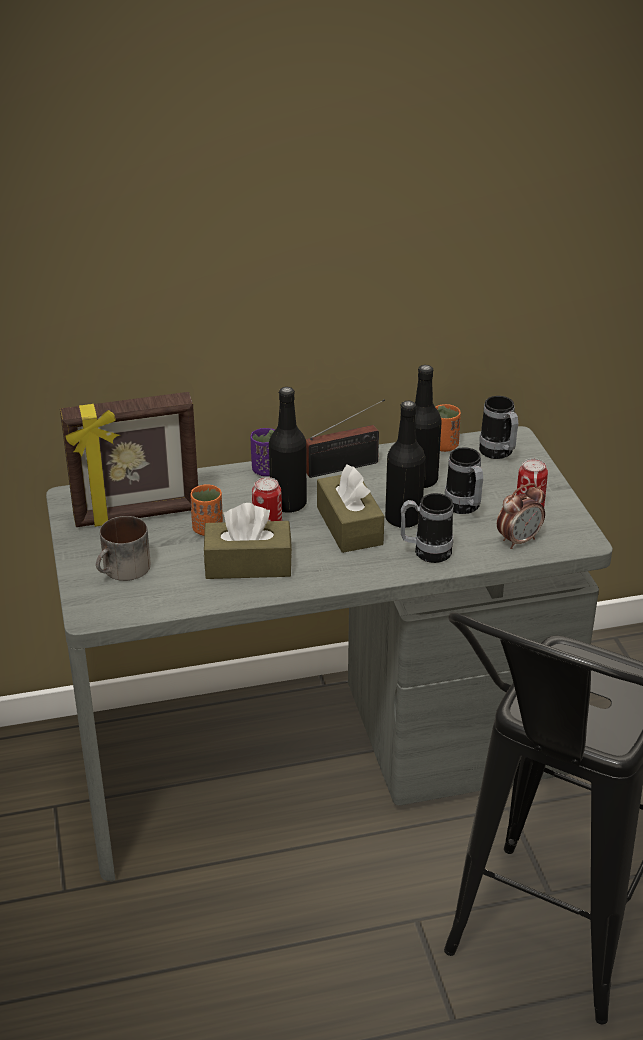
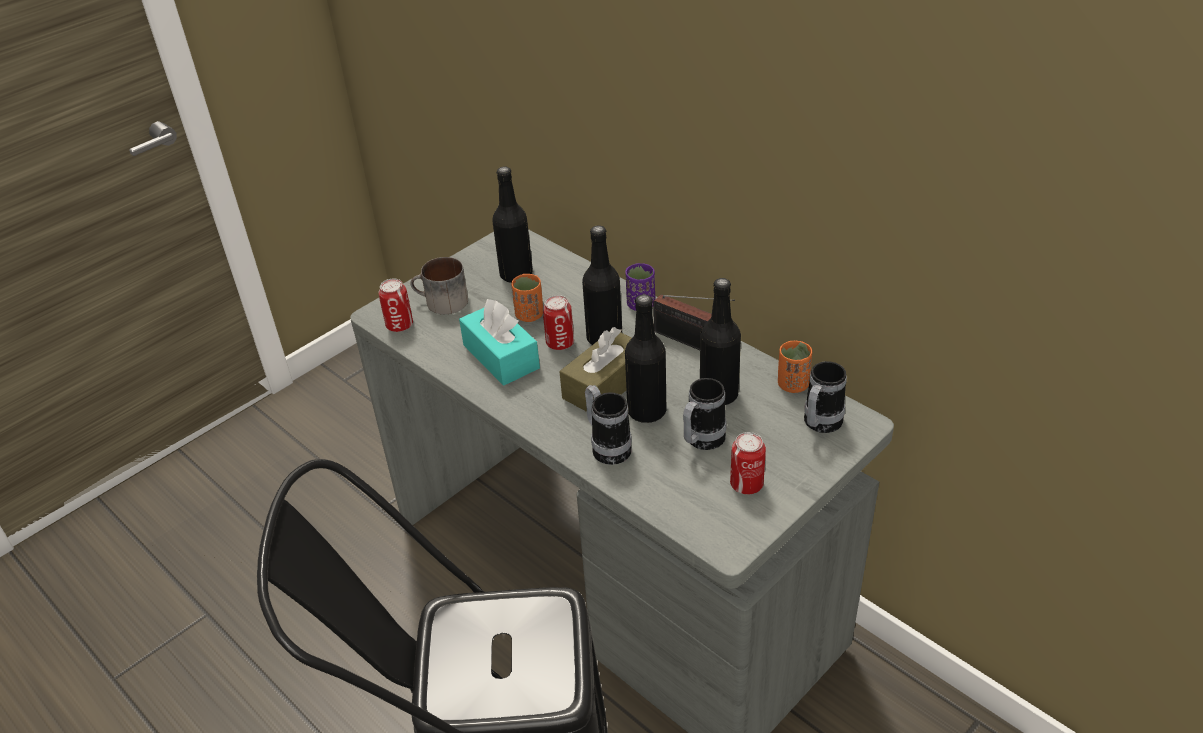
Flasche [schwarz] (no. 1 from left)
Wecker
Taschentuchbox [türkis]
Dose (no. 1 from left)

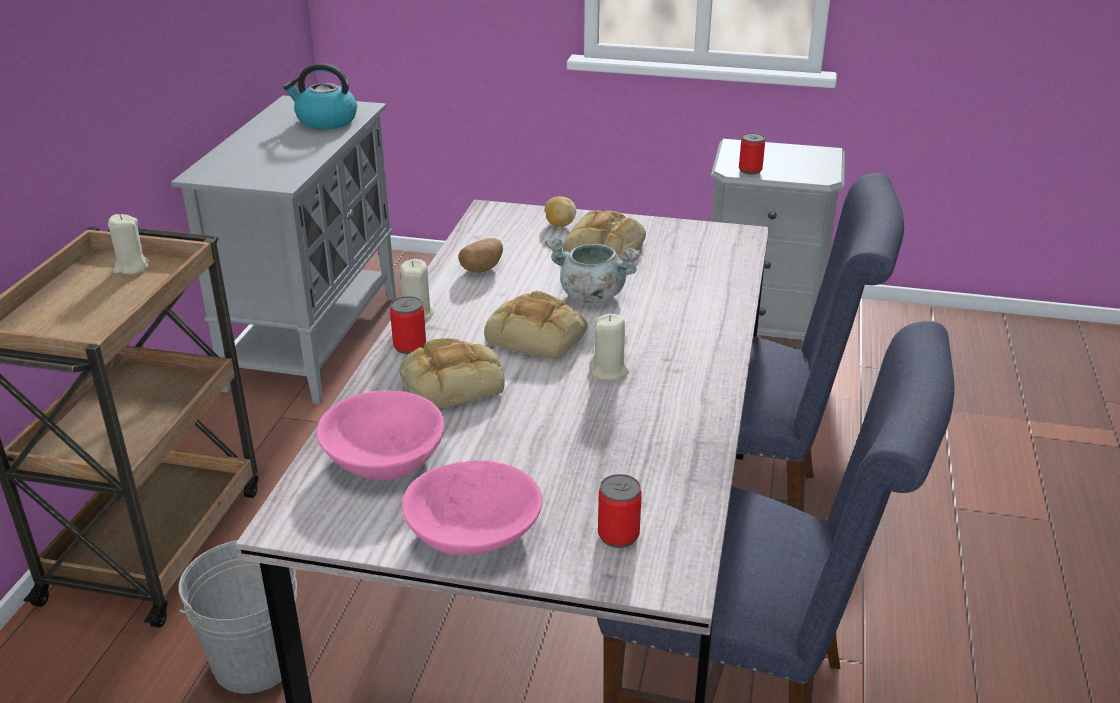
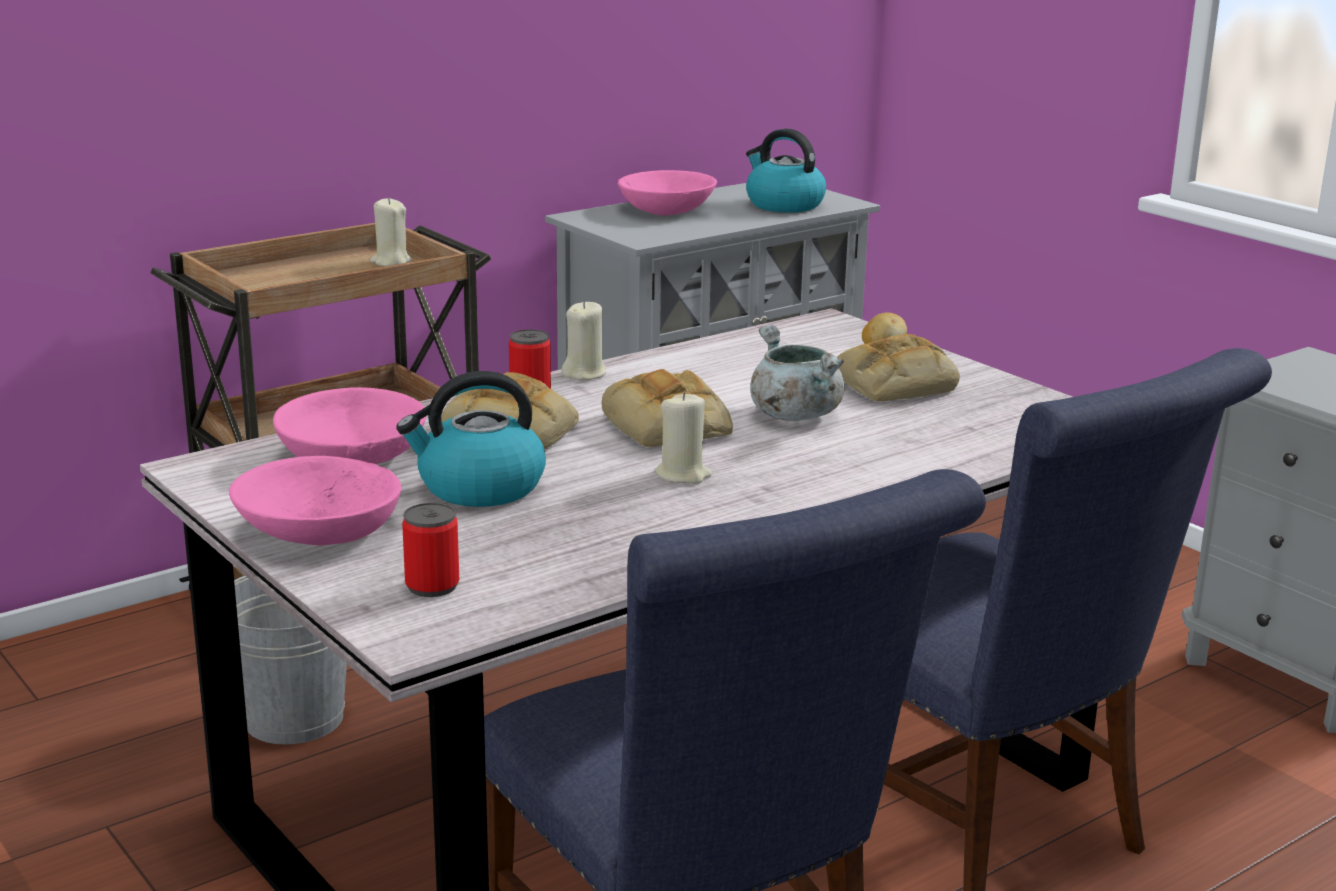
Dose (no. 3 from left in the first image)
Kartoffel (no. 1 from left in the first image)
Schüssel [rosa] (no. 3 from left)
Wasserkessel (no. 1 from left)

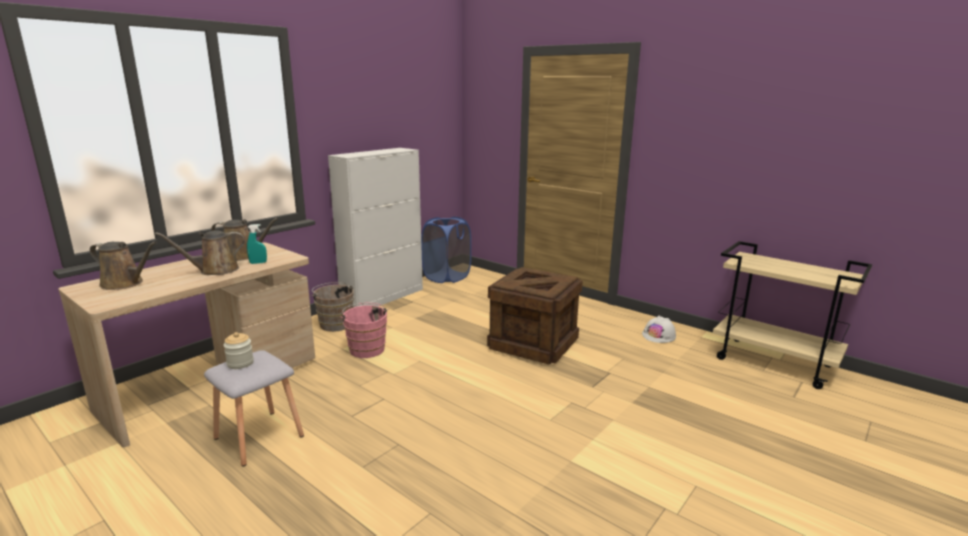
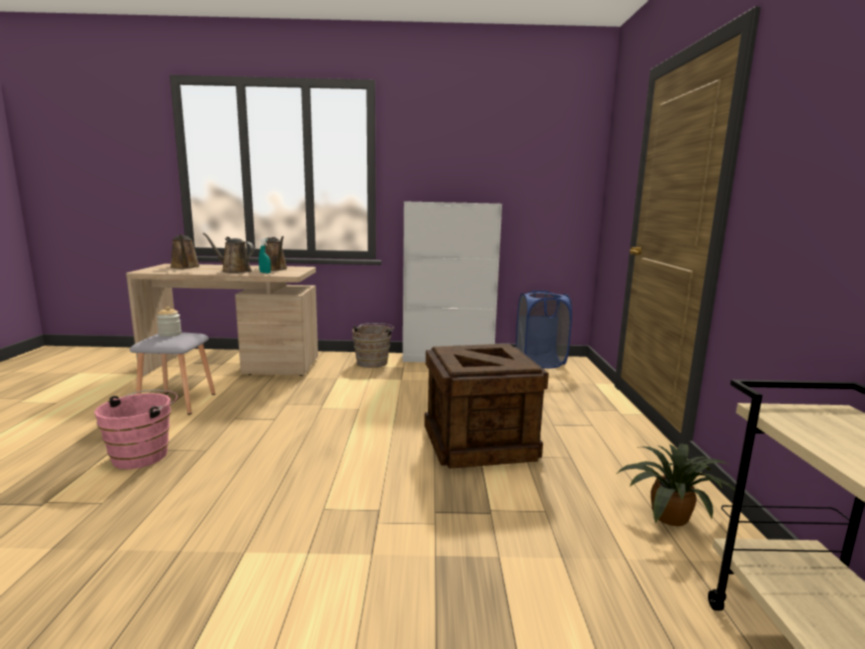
Eimer [rosa]
Topfpflanze

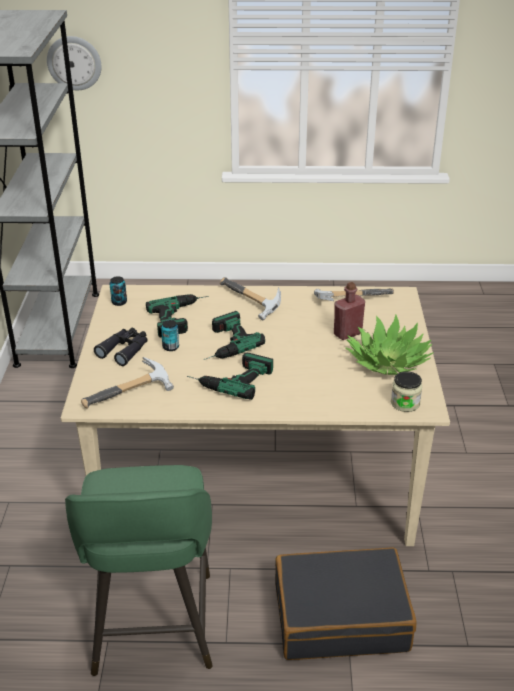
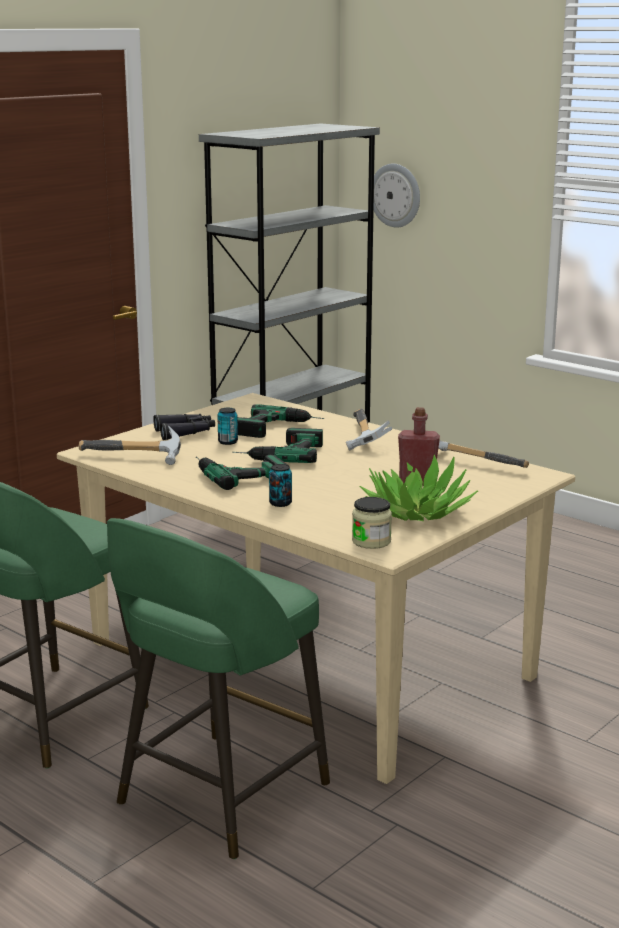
Dose (no. 2 from left)
Hocker [grün] (no. 2 from left)

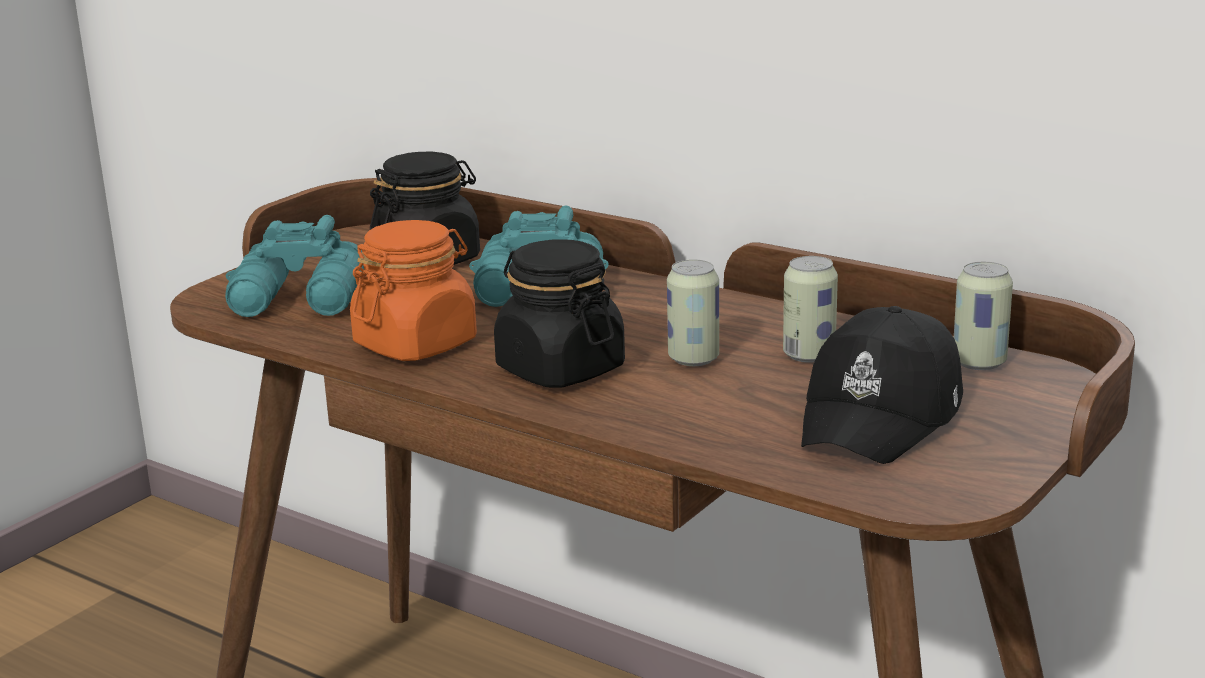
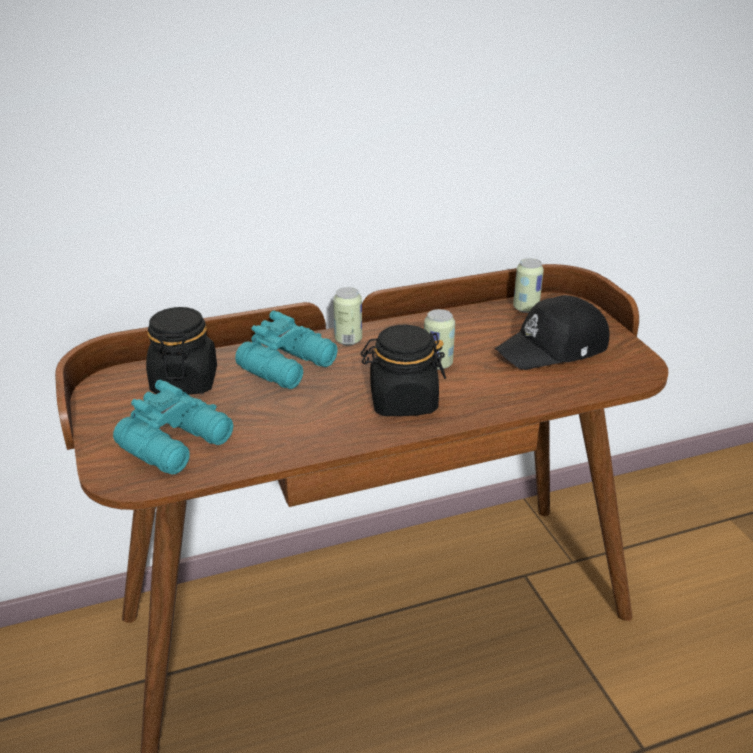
Vorratsglas [orange]
Dose (no. 1 from left)
Kappe [schwarz]

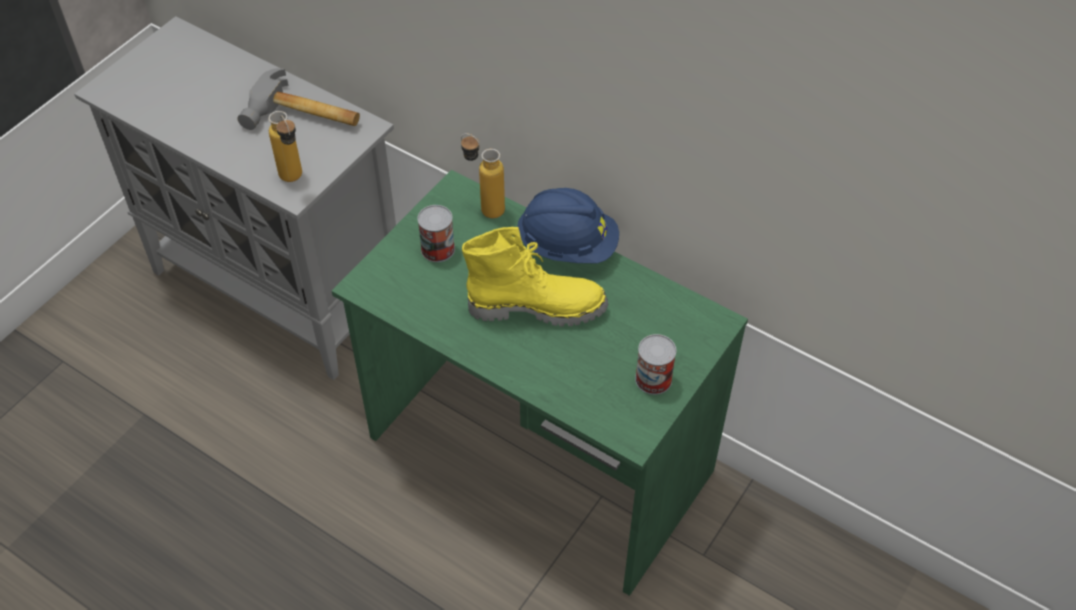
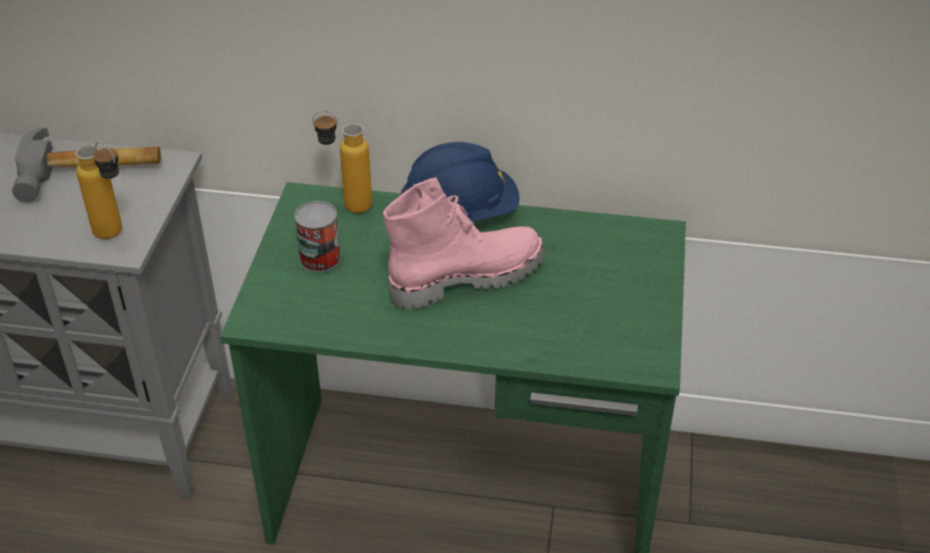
Stiefel [rosa]
Dose (no. 2 from left in the first image)

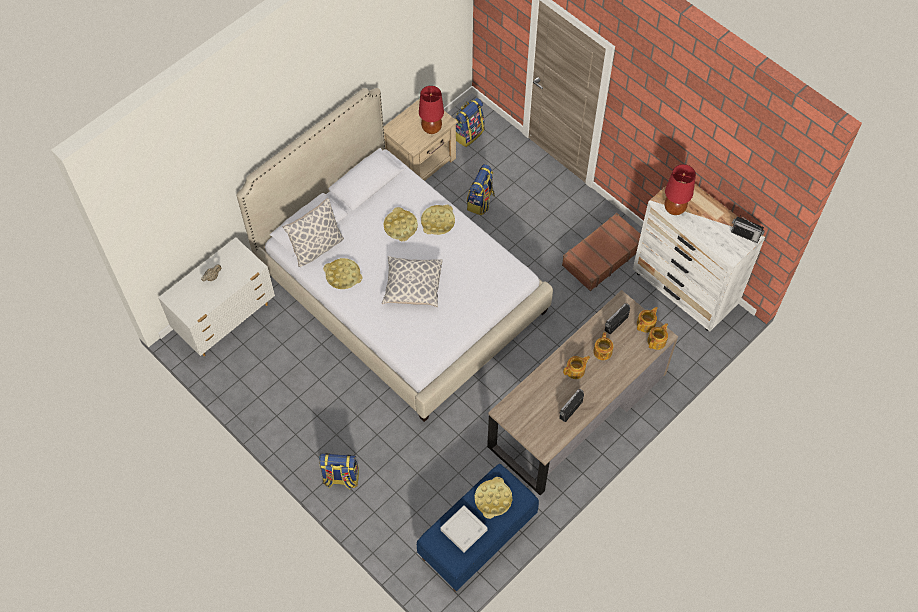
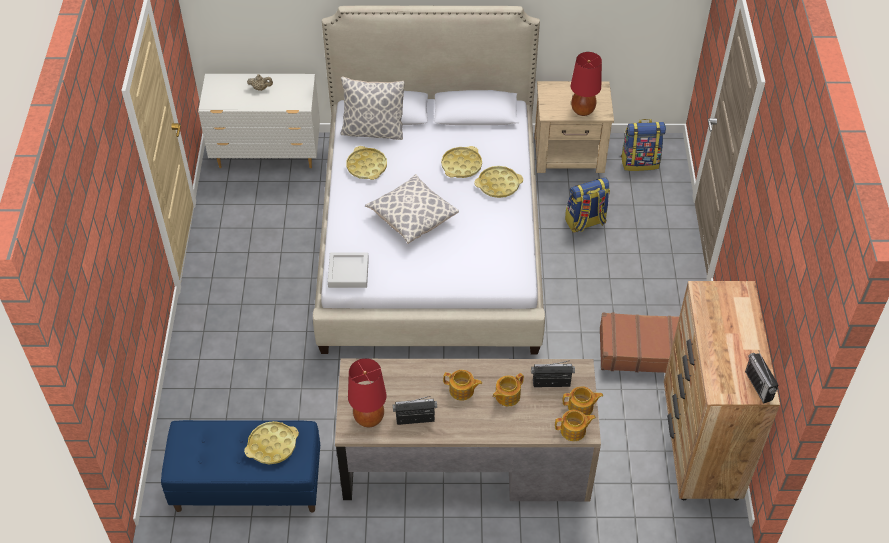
Tischlampe [rot] (no. 1 from left)
Kommode [braun]
Rucksack (no. 1 from left in the first image)
Tablett [grau]

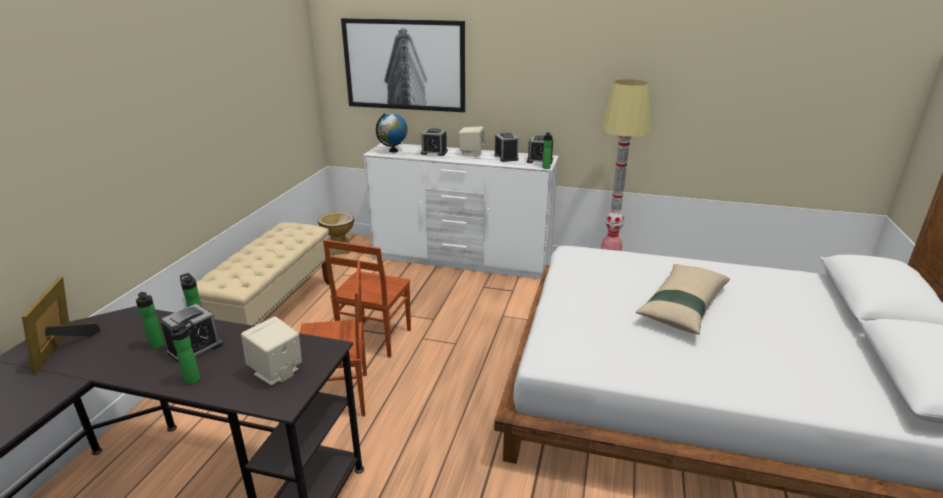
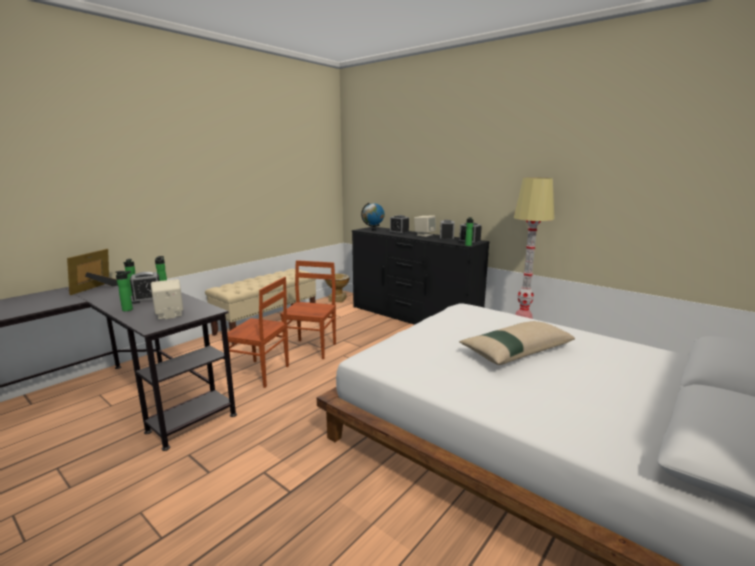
Bild
Kommode [schwarz]
Stuhl [braun] (no. 2 from left)

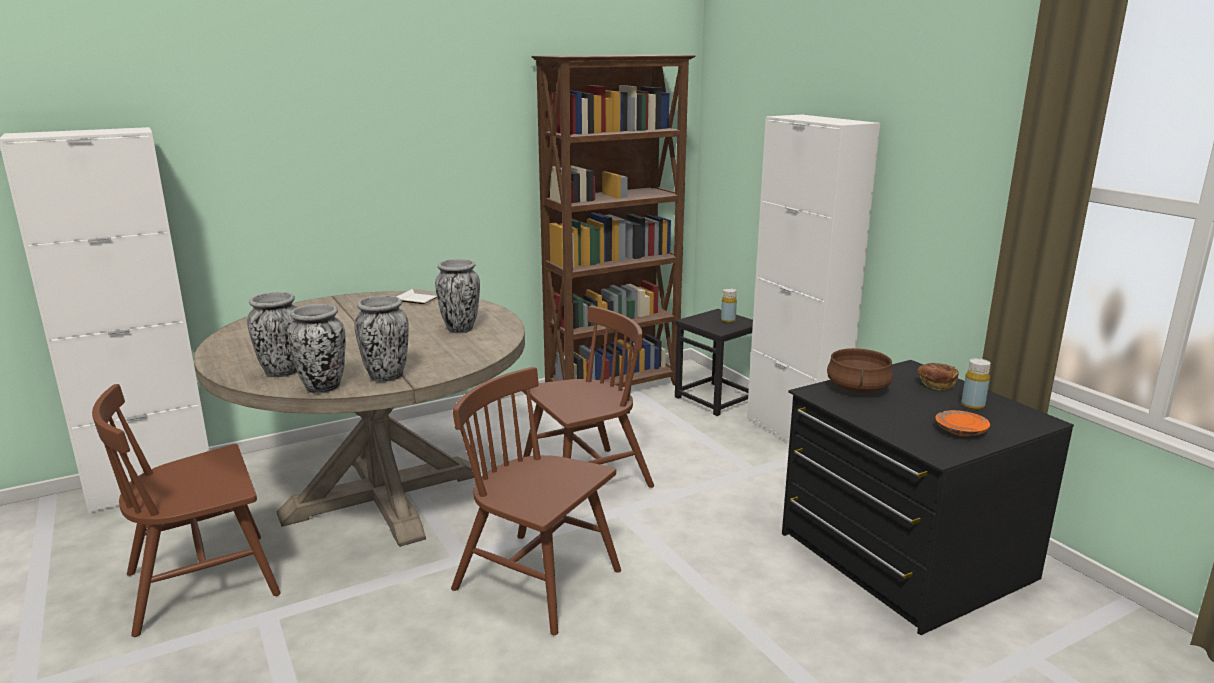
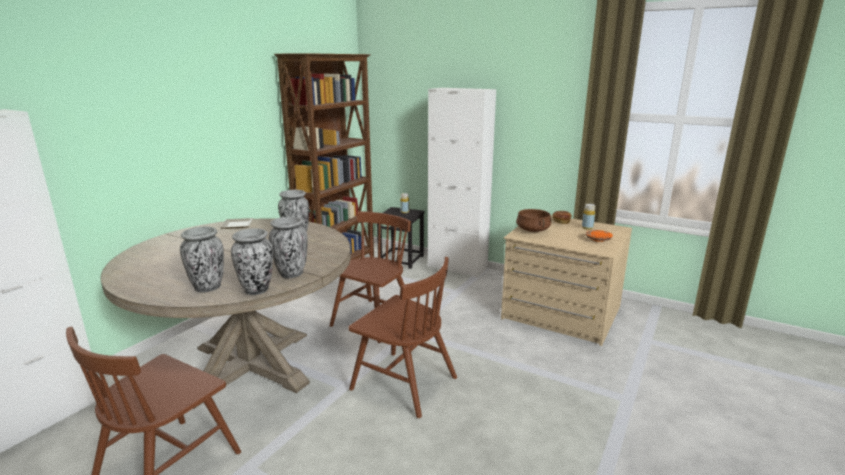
Kommode [beige]
Stuhl [braun] (no. 3 from left)

